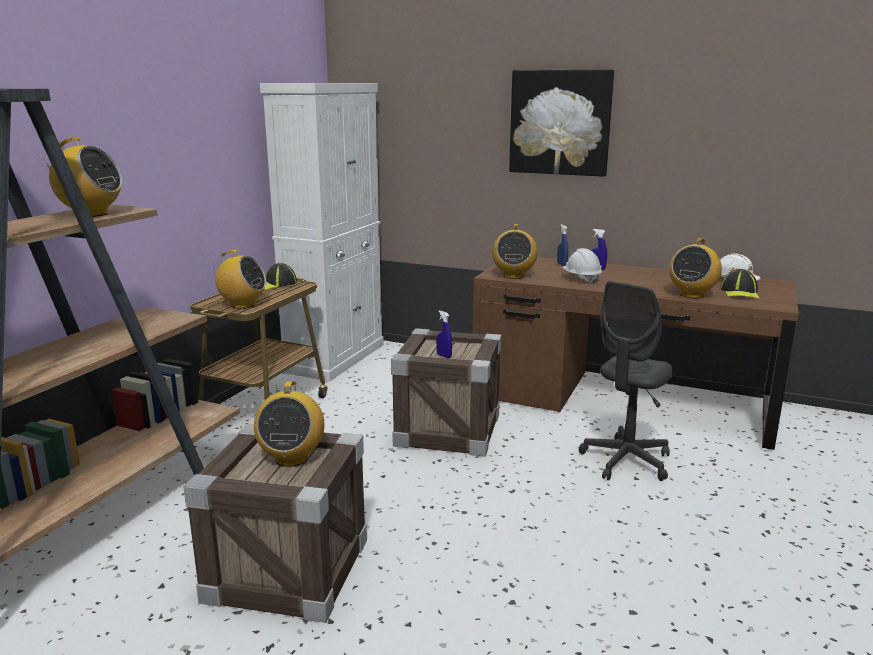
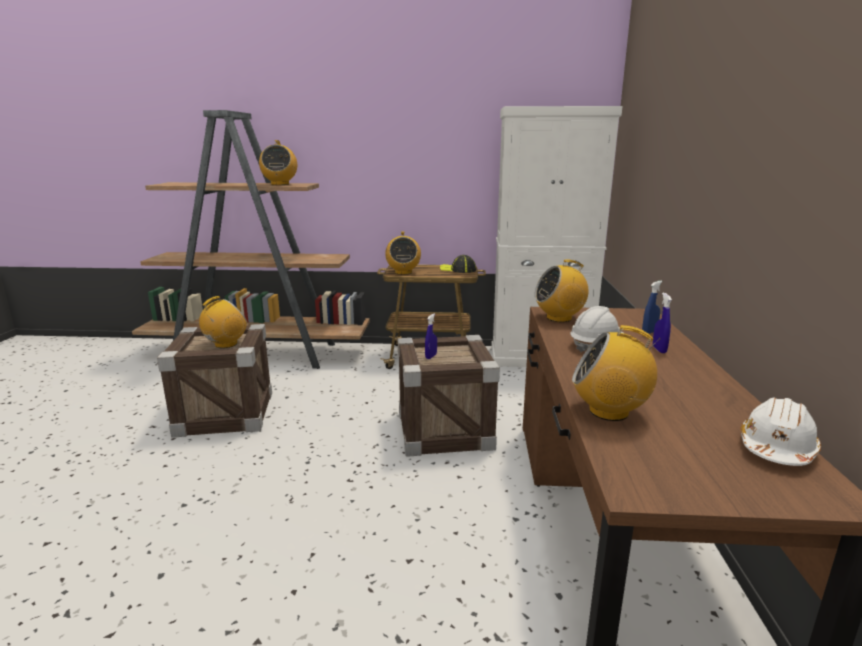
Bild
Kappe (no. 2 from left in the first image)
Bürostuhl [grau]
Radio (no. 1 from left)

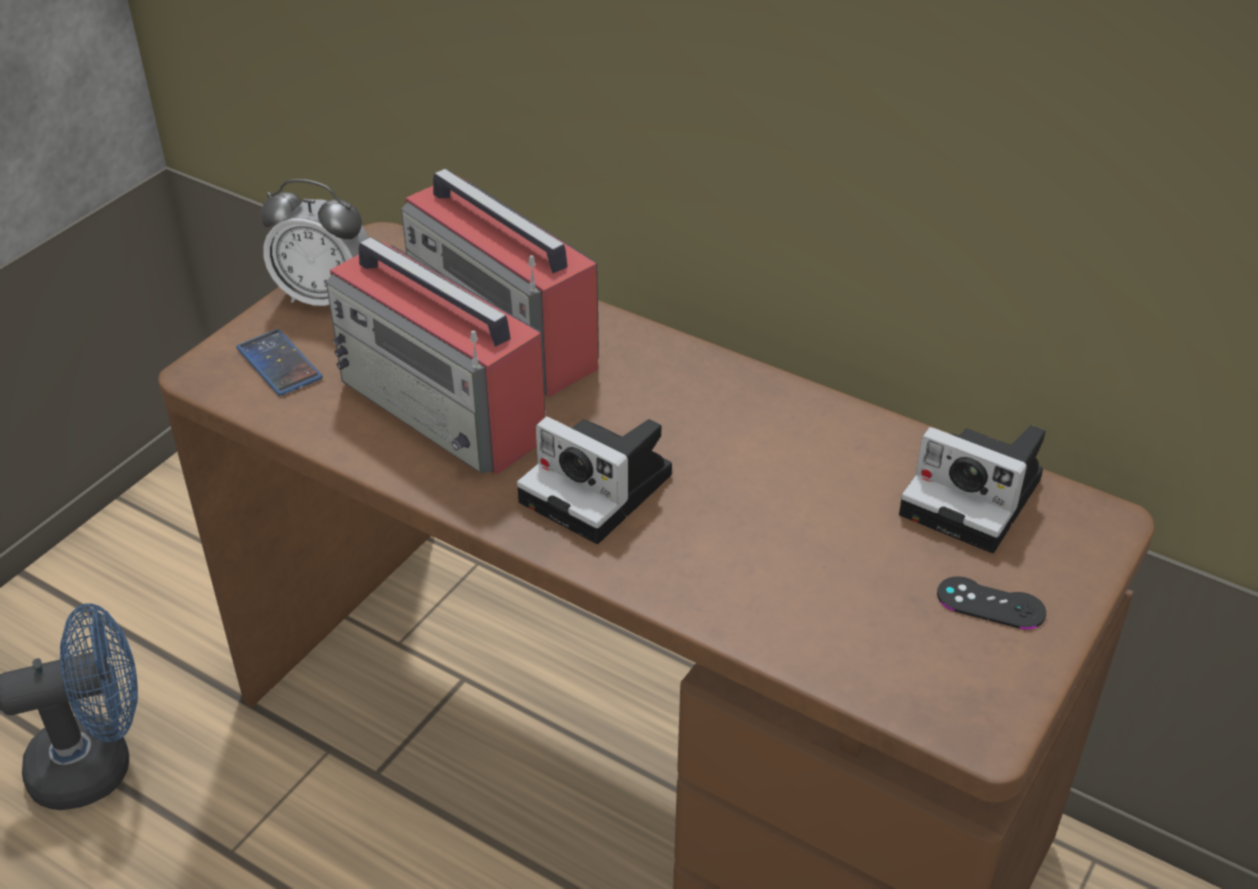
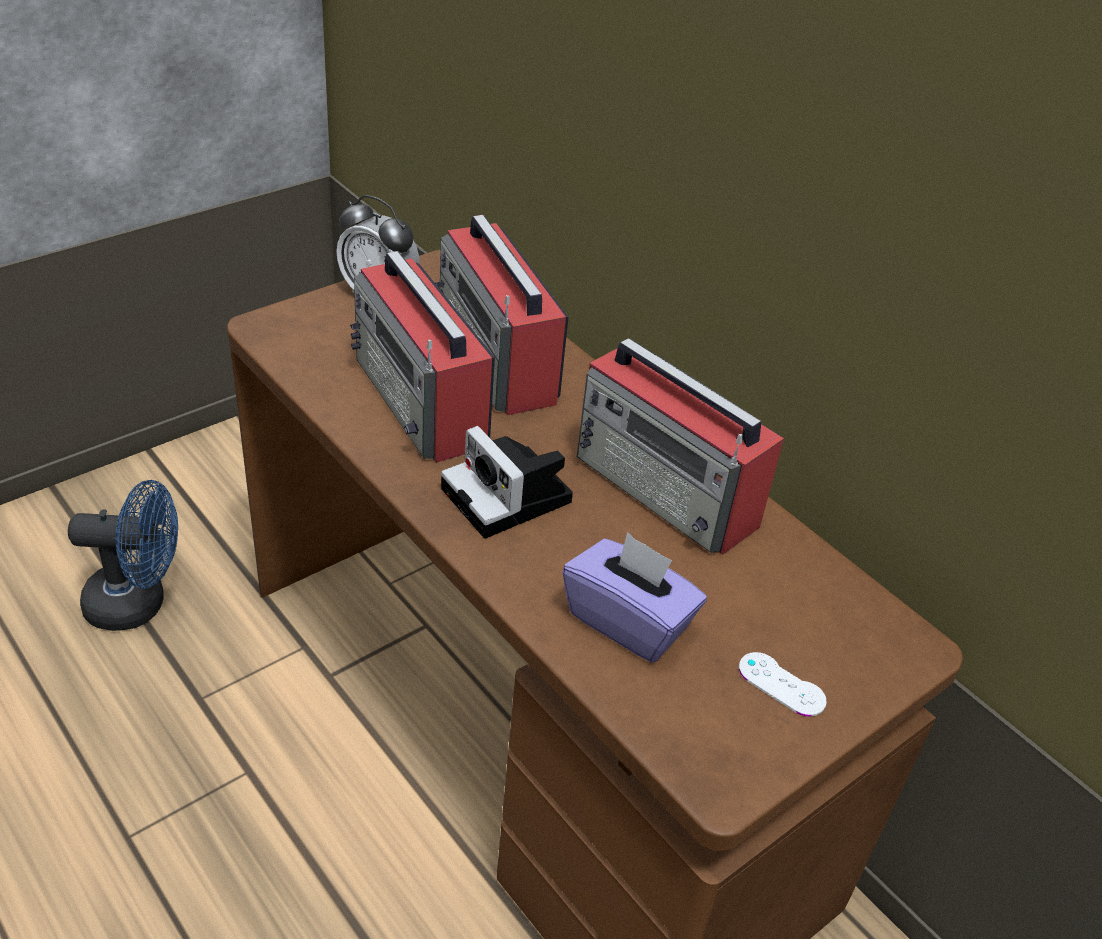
Handy
Kamera (no. 2 from left in the first image)
Gamepad [weiß]
Radio (no. 3 from left)
Taschentuchbox [lila]

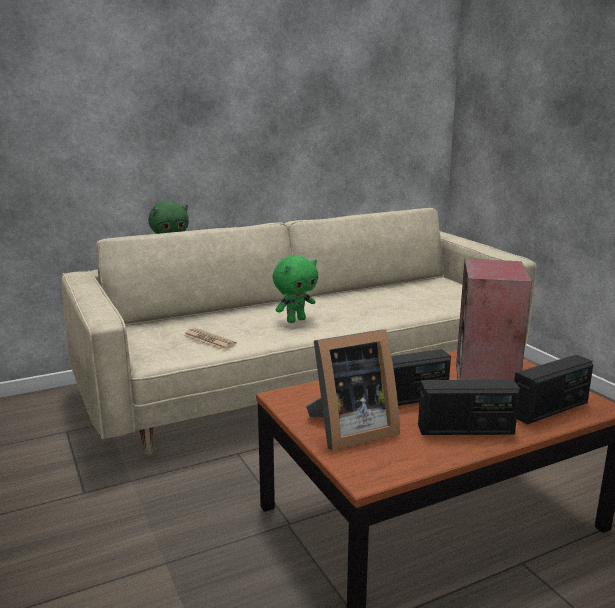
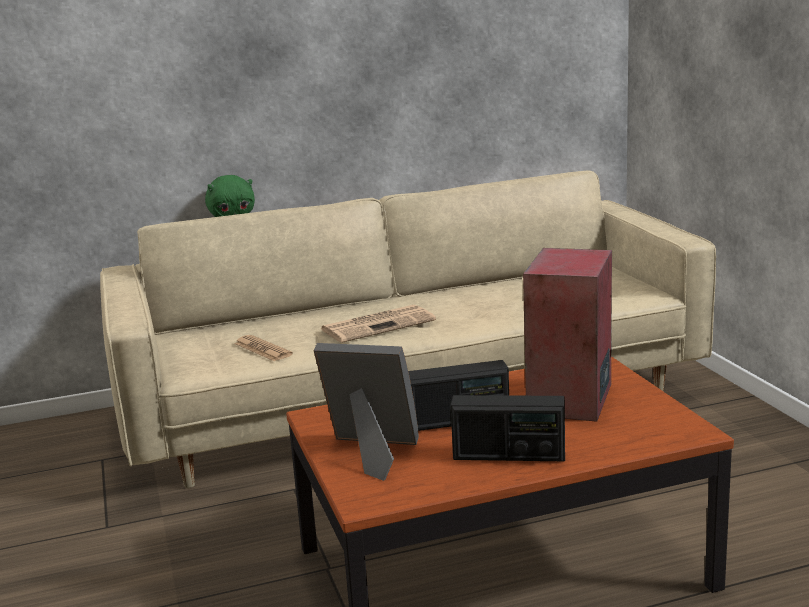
Zeitung (no. 2 from left)
Bilderrahmen
Radio (no. 3 from left in the first image)

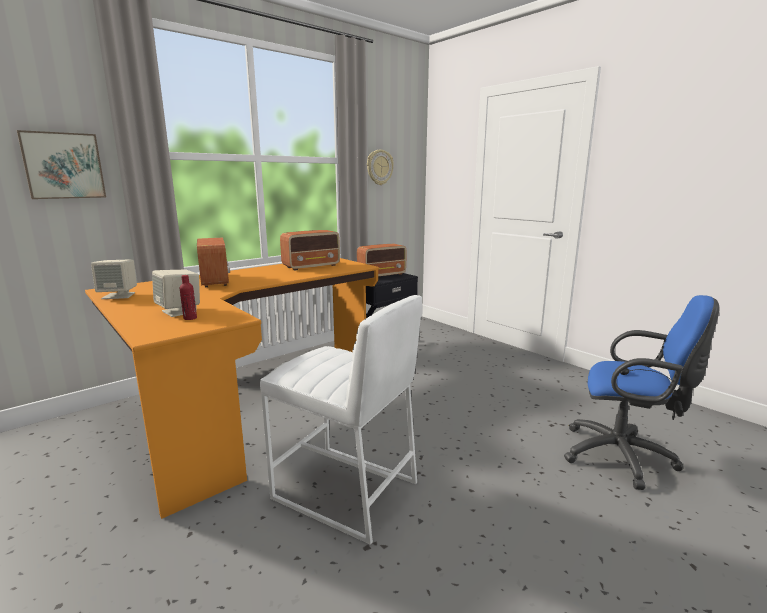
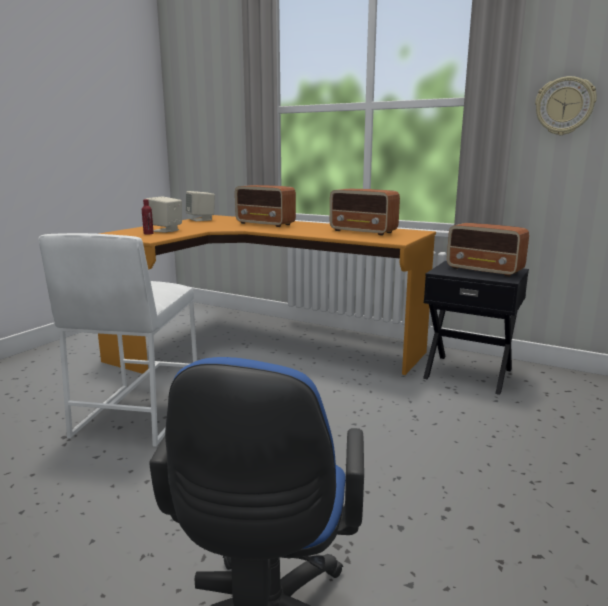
Bild
Radio (no. 1 from left)

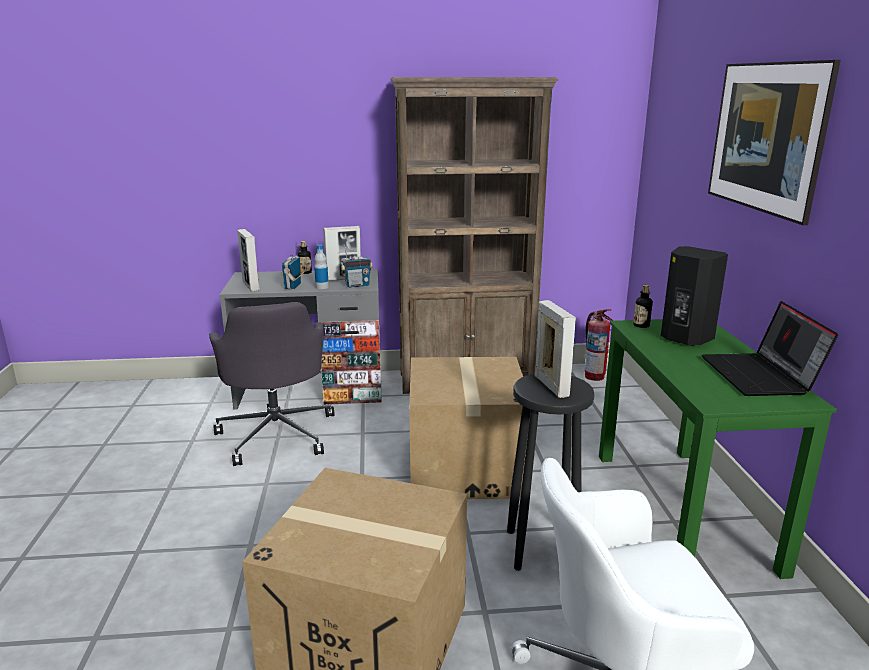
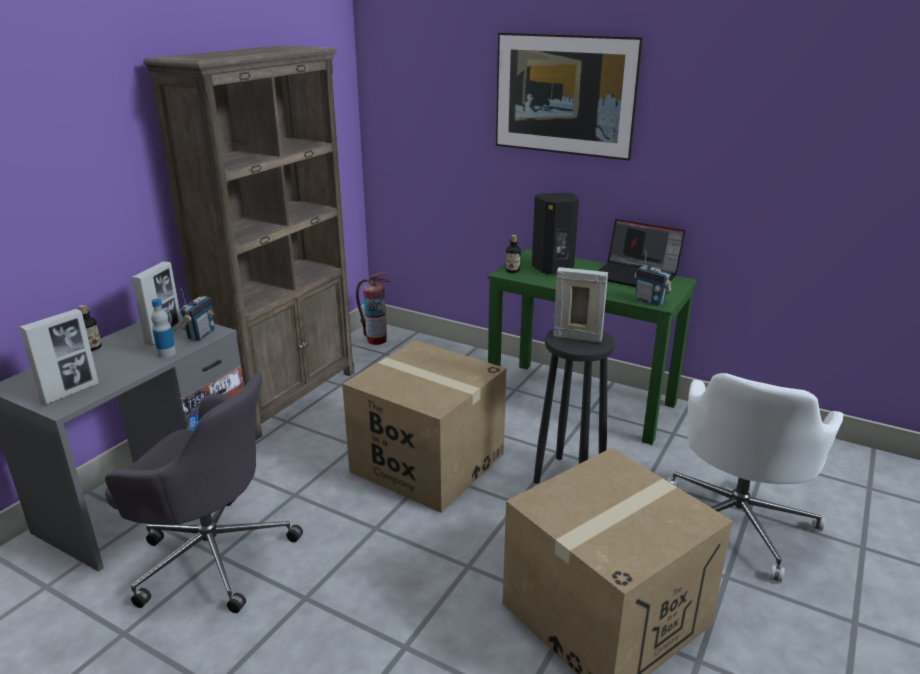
Bilderrahmen (no. 1 from left)
Radio (no. 2 from left)

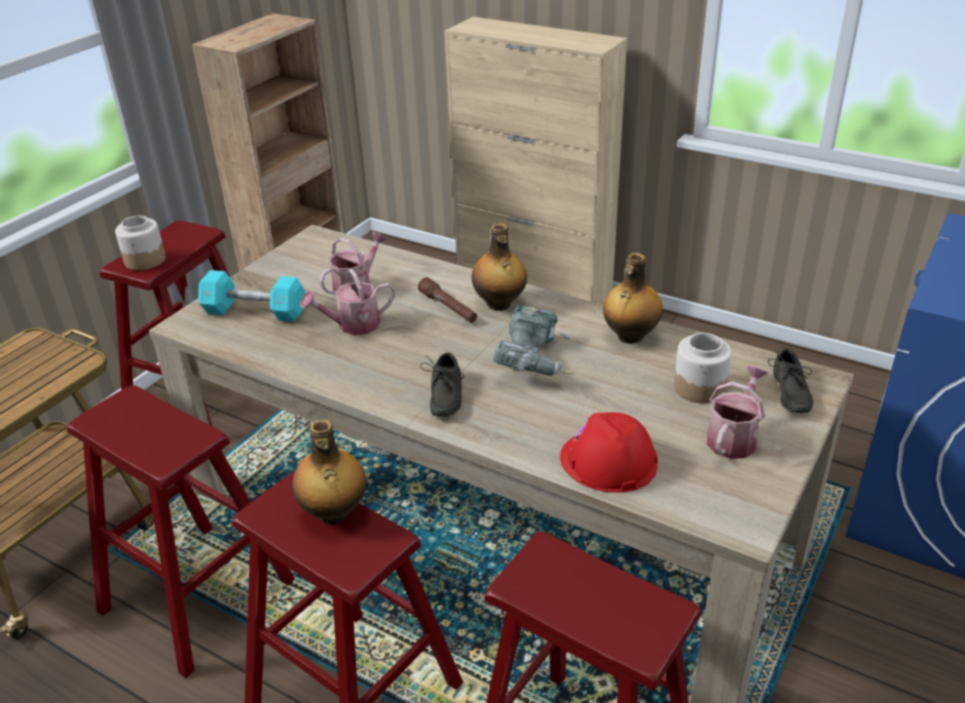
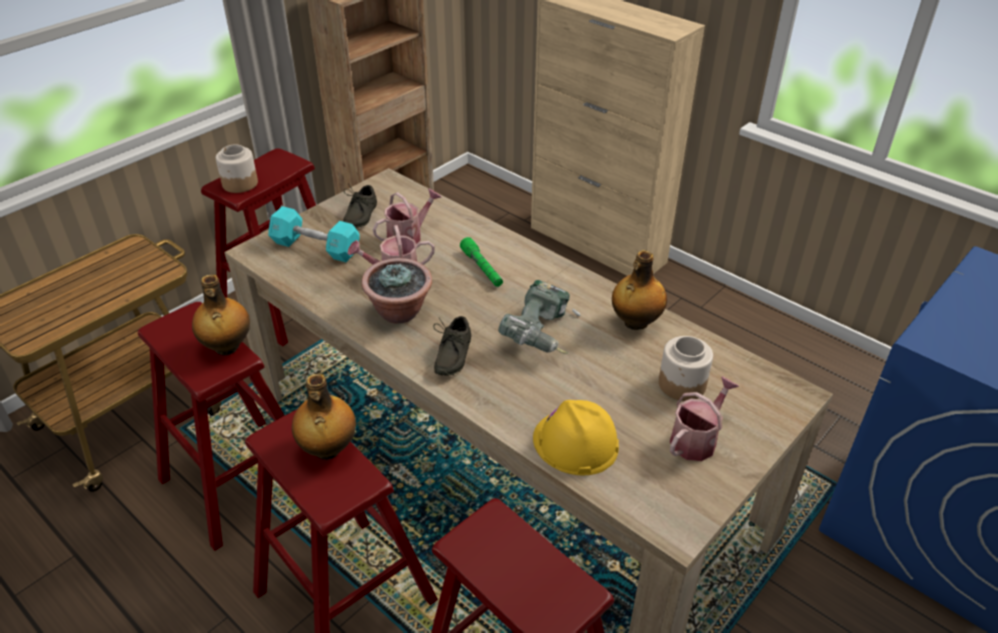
Flasche (no. 1 from left)
Taschenlampe [grün]
Schuh [grau] (no. 1 from left)
Schutzhelm [gelb]
Topfpflanze

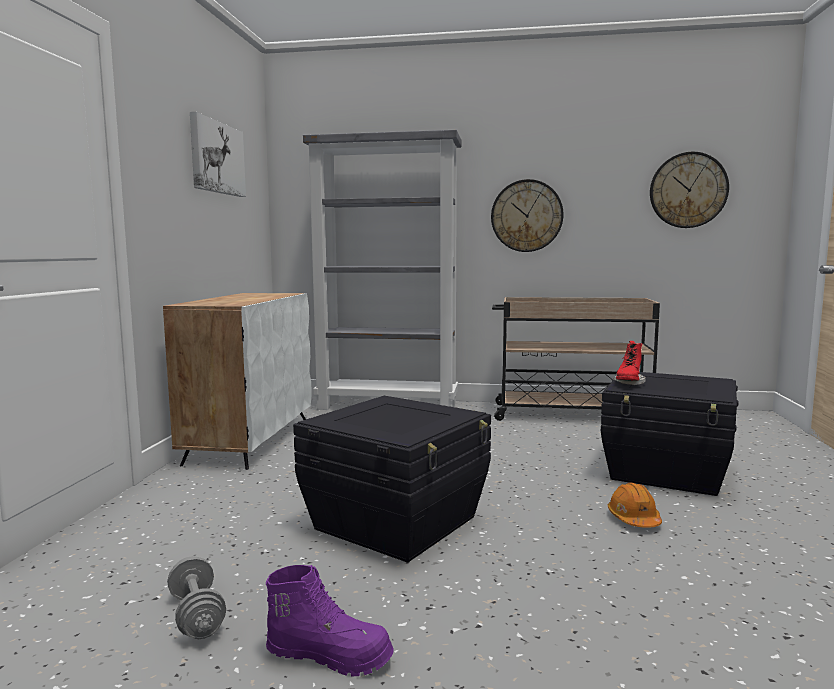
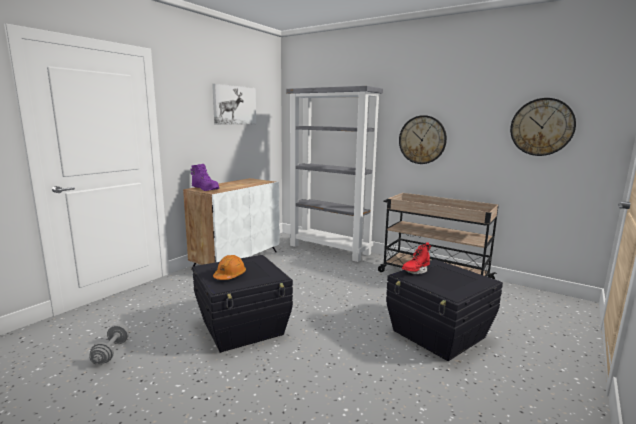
Schutzhelm [orange]
Stiefel [lila]

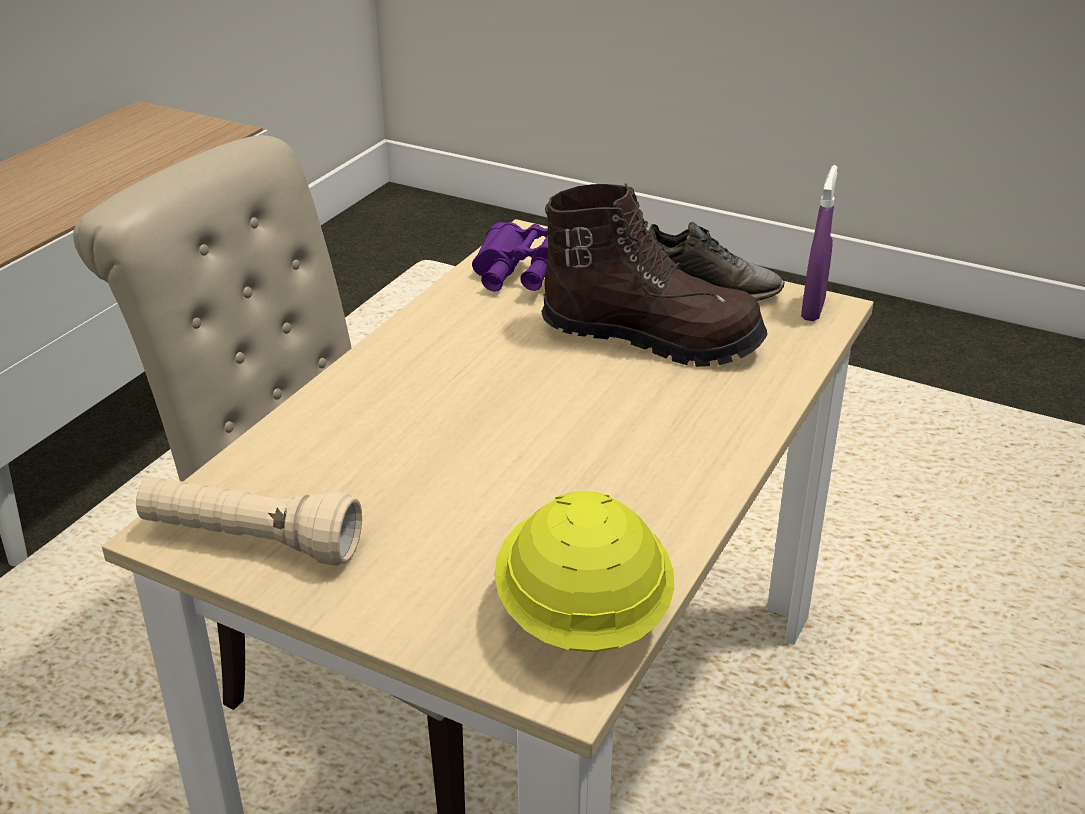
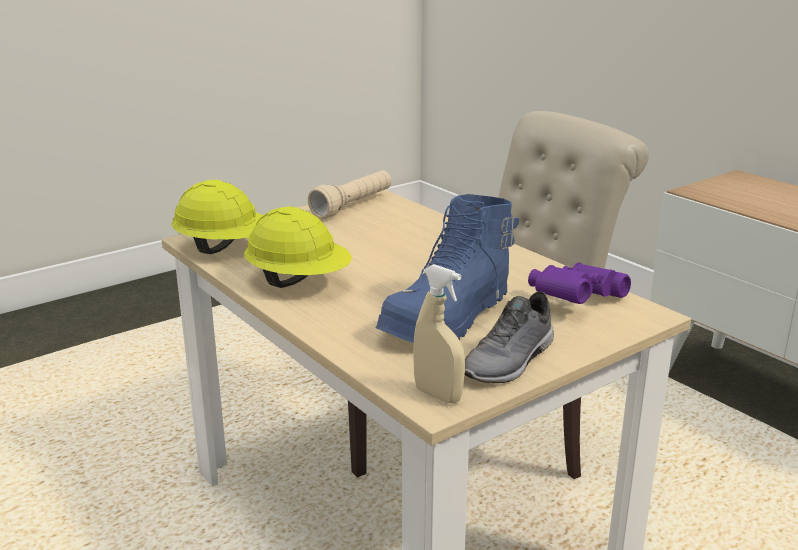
Sprühflasche [beige]
Stiefel [blau]
Schutzhelm [gelb] (no. 2 from left)

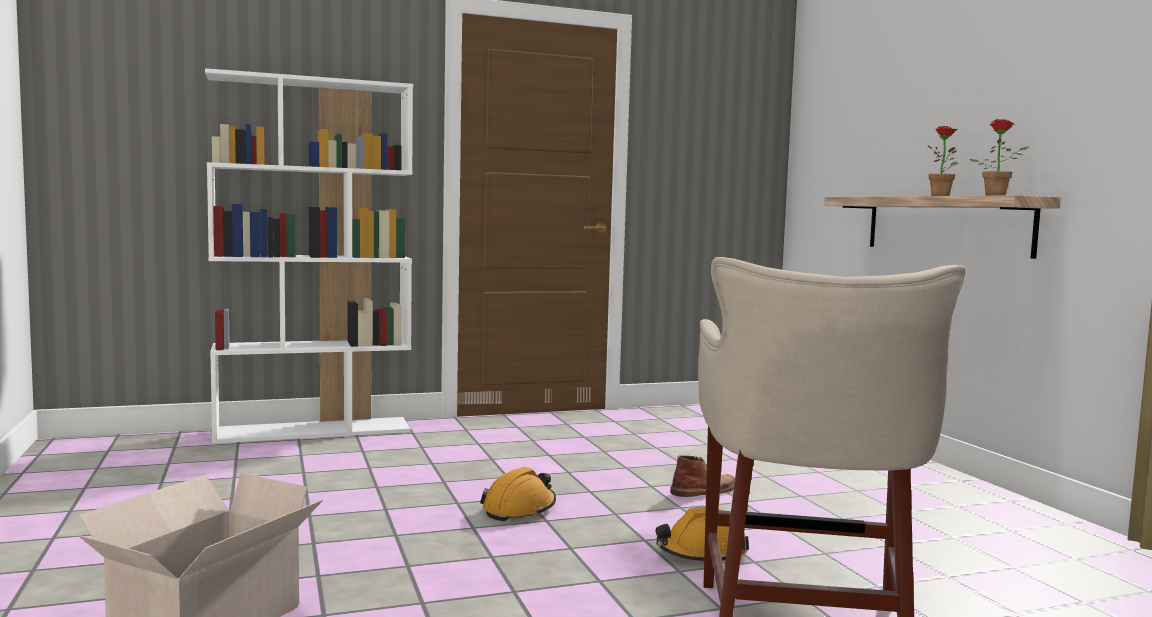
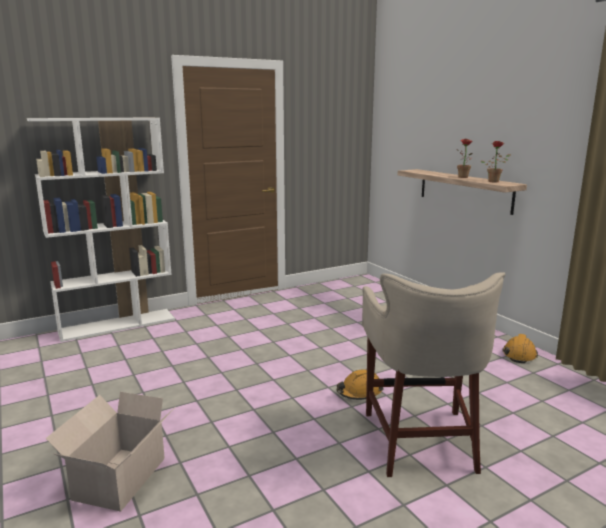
Stiefel [braun]
Schutzhelm [orange] (no. 2 from left)

